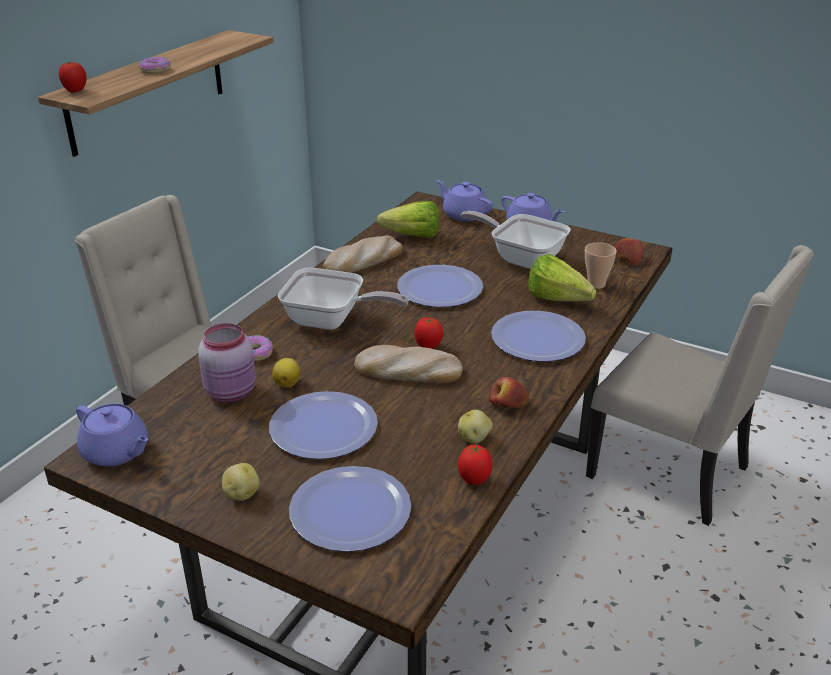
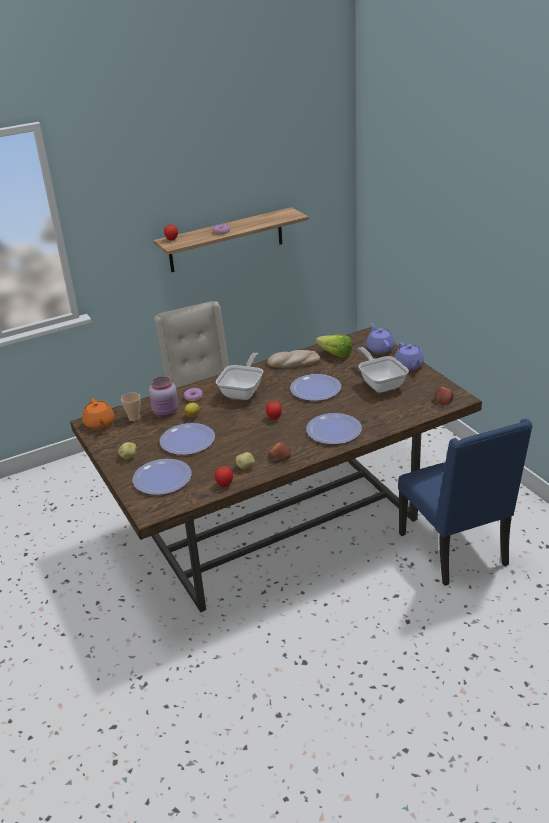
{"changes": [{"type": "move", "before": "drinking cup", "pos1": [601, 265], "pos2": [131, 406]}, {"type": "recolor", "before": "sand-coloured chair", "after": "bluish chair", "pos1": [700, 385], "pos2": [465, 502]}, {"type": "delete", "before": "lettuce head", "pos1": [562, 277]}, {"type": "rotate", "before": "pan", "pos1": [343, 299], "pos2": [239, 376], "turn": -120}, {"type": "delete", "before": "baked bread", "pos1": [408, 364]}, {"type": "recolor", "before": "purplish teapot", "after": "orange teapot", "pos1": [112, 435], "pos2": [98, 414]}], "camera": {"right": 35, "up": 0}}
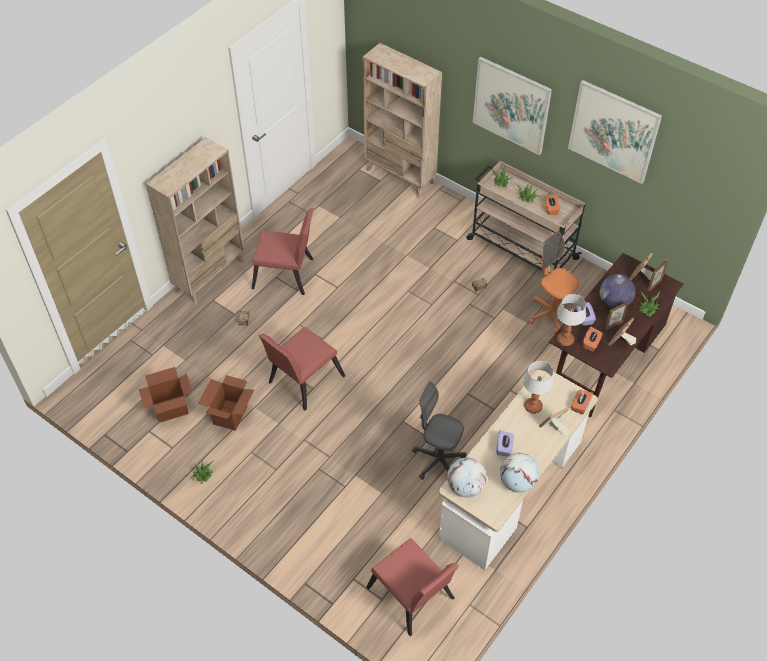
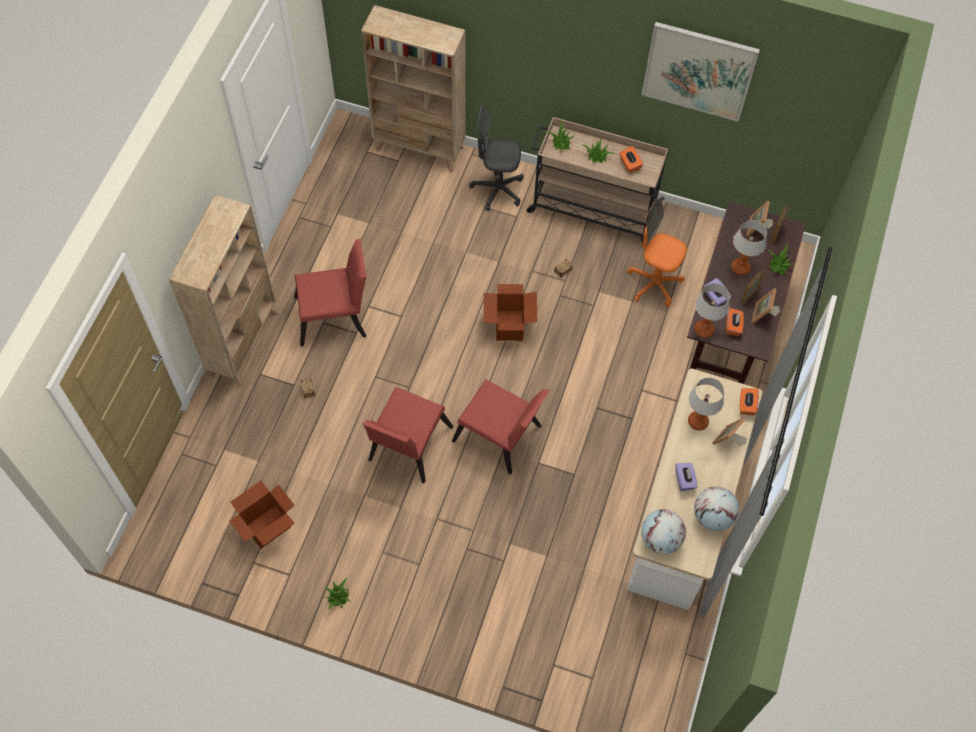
{"changes": [{"type": "delete", "before": "wall art", "pos1": [512, 106]}, {"type": "replace", "before": "desk globe", "after": "lamp for a table", "pos1": [617, 291], "pos2": [749, 247]}, {"type": "move", "before": "packing box", "pos1": [226, 403], "pos2": [510, 312]}, {"type": "move", "before": "grey computer chair", "pos1": [439, 431], "pos2": [496, 158]}, {"type": "move", "before": "red-coloured chair", "pos1": [412, 587], "pos2": [501, 426]}], "camera": {"right": -20, "up": 10}}
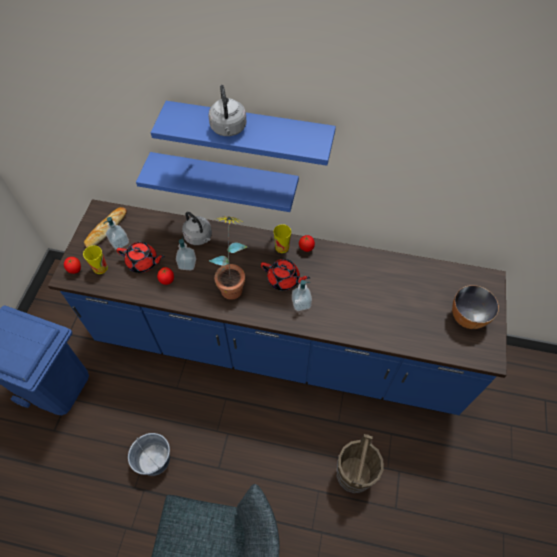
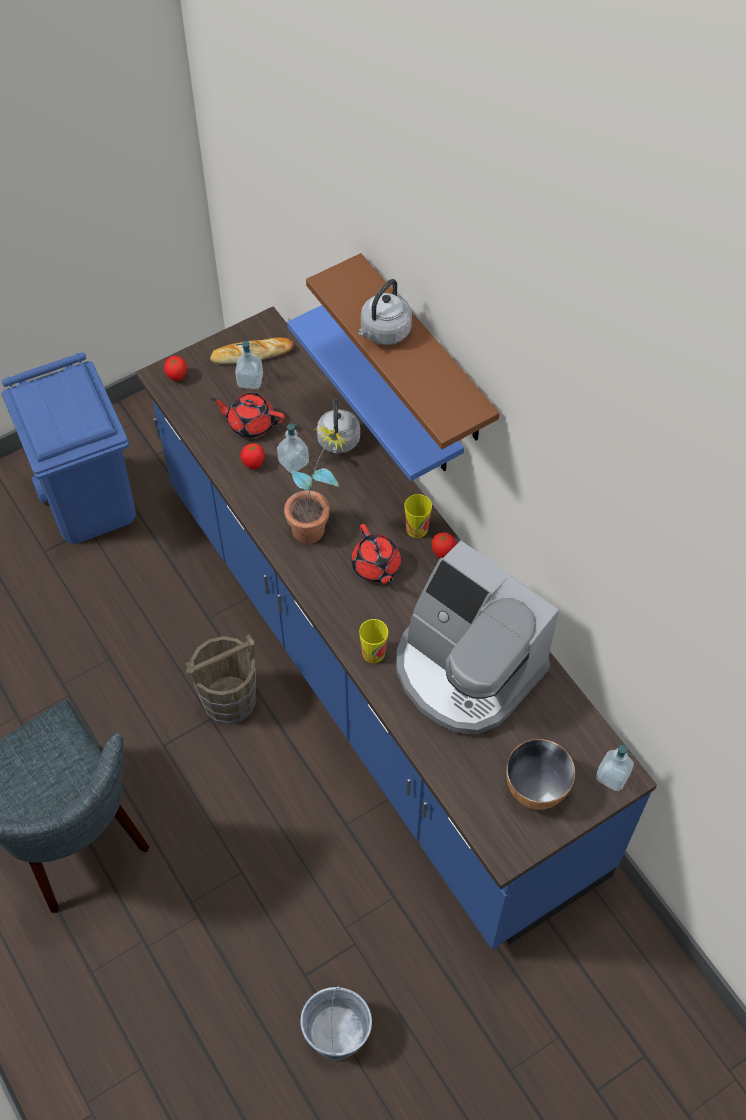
{"changes": [{"type": "recolor", "before": "bluish bracket shelf", "after": "brown-coloured bracket shelf", "pos1": [243, 133], "pos2": [402, 351]}, {"type": "rotate", "before": "red-coloured teapot", "pos1": [140, 257], "pos2": [248, 415], "turn": 135}, {"type": "move", "before": "drinking cup", "pos1": [95, 259], "pos2": [373, 641]}, {"type": "move", "before": "soap dispenser", "pos1": [302, 295], "pos2": [615, 768]}, {"type": "move", "before": "grey water bucket", "pos1": [149, 454], "pos2": [336, 1023]}, {"type": "move", "before": "brown-coloured water bucket", "pos1": [360, 463], "pos2": [221, 679]}, {"type": "insert", "after": "coffee machine", "pos2": [477, 638]}], "camera": {"right": 45, "up": 0}}
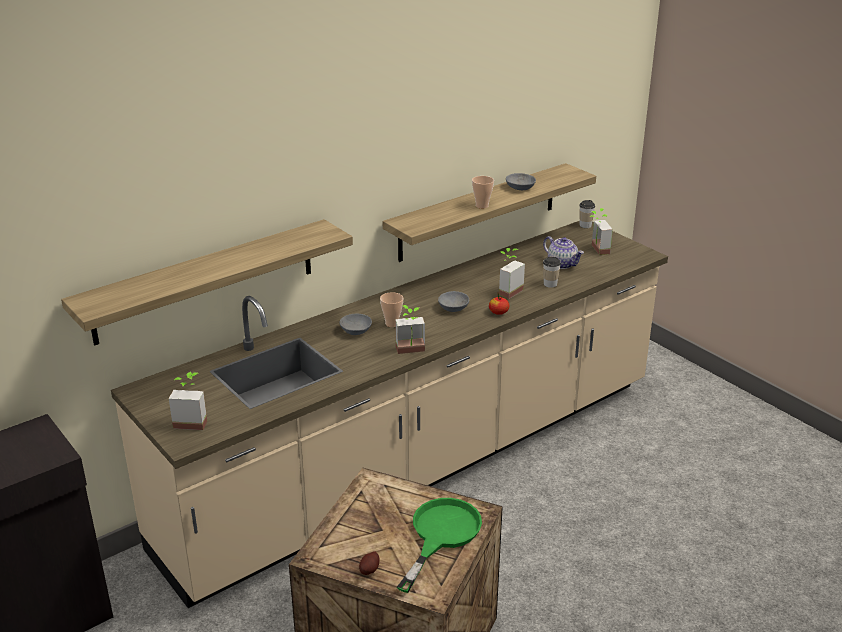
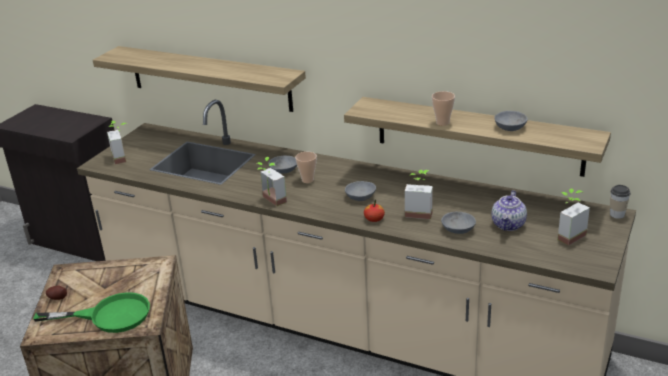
{"changes": [{"type": "replace", "before": "drinking cup", "after": "grey deep dish", "pos1": [552, 272], "pos2": [458, 223]}], "camera": {"right": 65, "up": 0}}
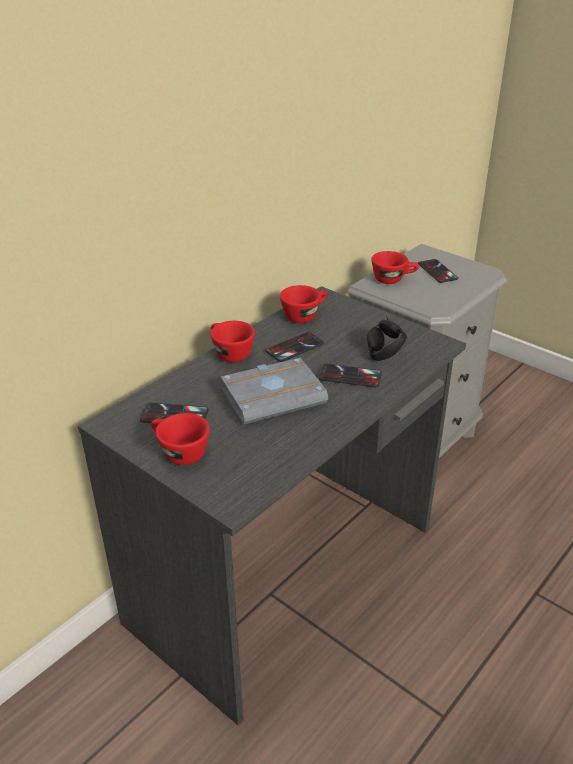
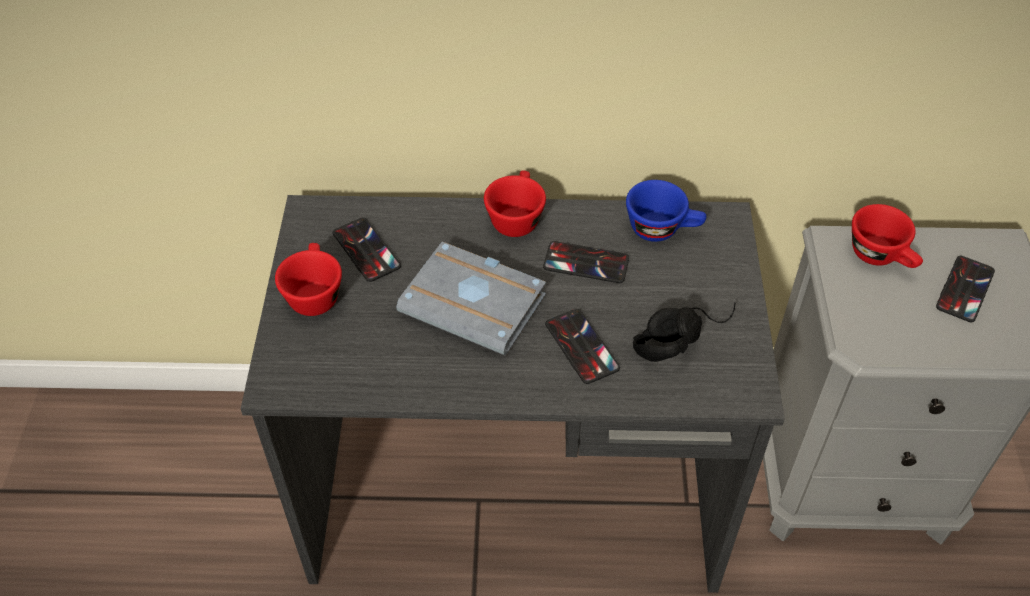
{"changes": [{"type": "recolor", "before": "red-coloured drinking cup", "after": "bluish drinking cup", "pos1": [303, 304], "pos2": [666, 211]}], "camera": {"right": 50, "up": 15}}
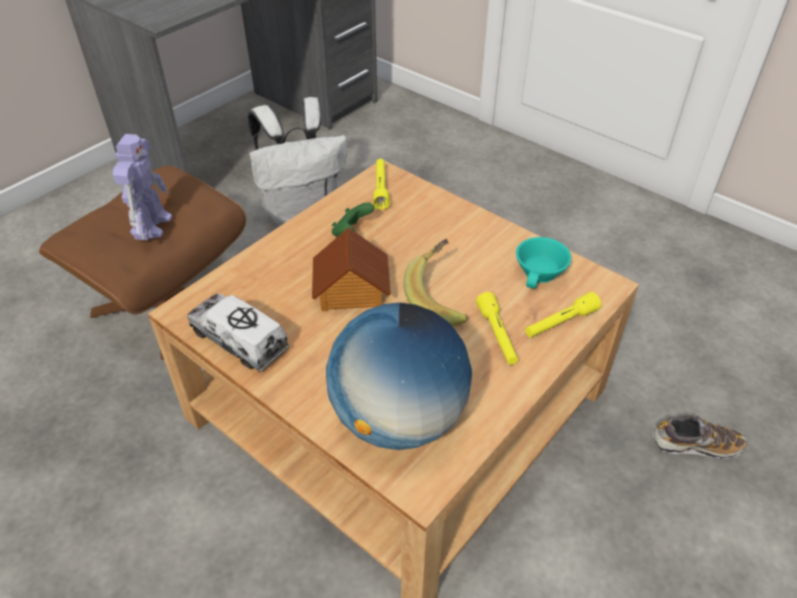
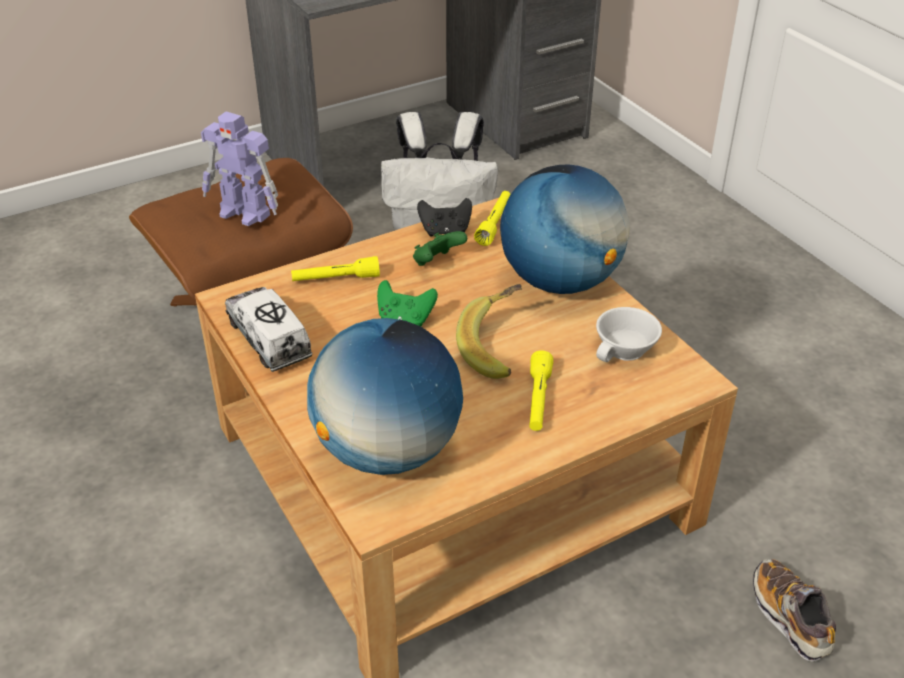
{"changes": [{"type": "rotate", "before": "robot figure", "pos1": [142, 187], "pos2": [239, 169], "turn": 90}, {"type": "replace", "before": "miniature house", "after": "green-coloured gamepad", "pos1": [351, 269], "pos2": [407, 303]}, {"type": "recolor", "before": "turquoise drinking cup", "after": "whitish drinking cup", "pos1": [543, 263], "pos2": [629, 334]}, {"type": "move", "before": "yellow hand torch", "pos1": [563, 314], "pos2": [335, 268]}, {"type": "rotate", "before": "item of footwear", "pos1": [700, 437], "pos2": [794, 610], "turn": -135}, {"type": "insert", "after": "desk globe", "pos2": [565, 229]}, {"type": "insert", "after": "black-coloured gamepad", "pos2": [444, 217]}], "camera": {"right": 20, "up": -5}}
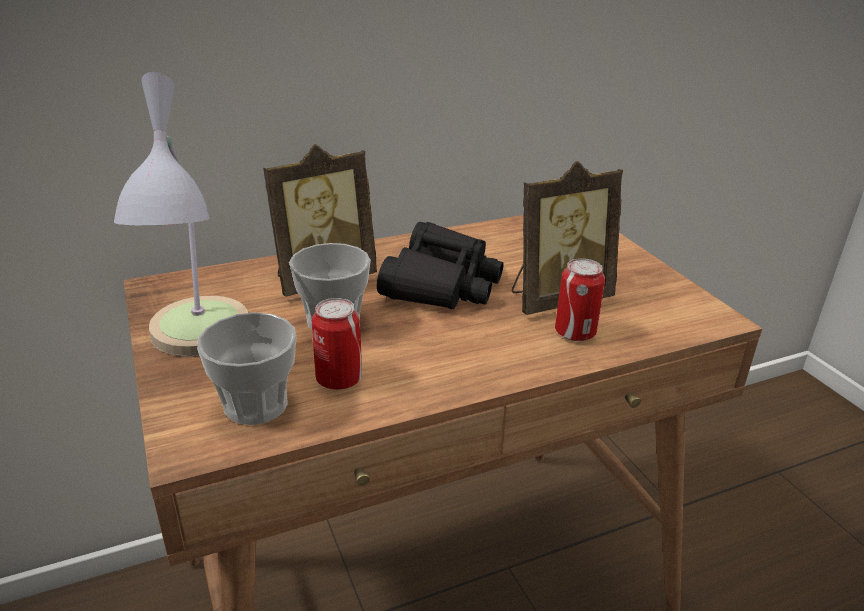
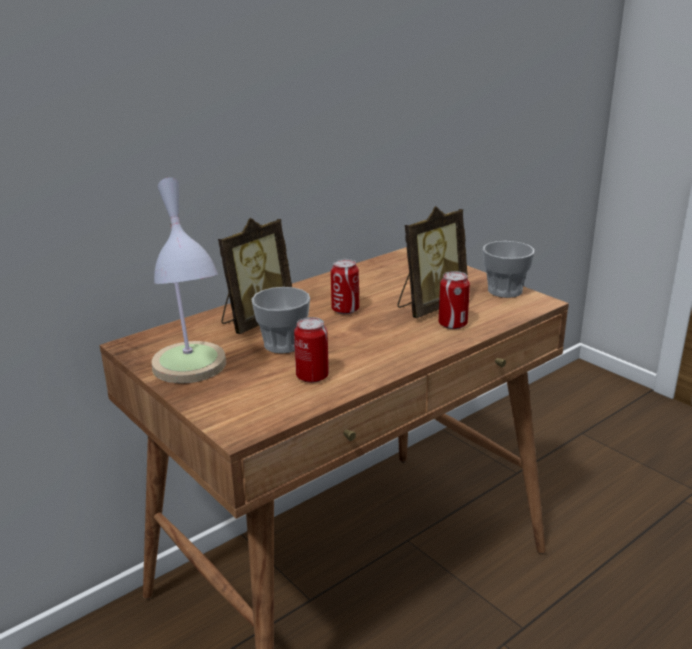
{"changes": [{"type": "replace", "before": "black-coloured binoculars", "after": "can", "pos1": [440, 265], "pos2": [345, 286]}, {"type": "move", "before": "drinking cup", "pos1": [246, 368], "pos2": [509, 269]}], "camera": {"right": -15, "up": -5}}
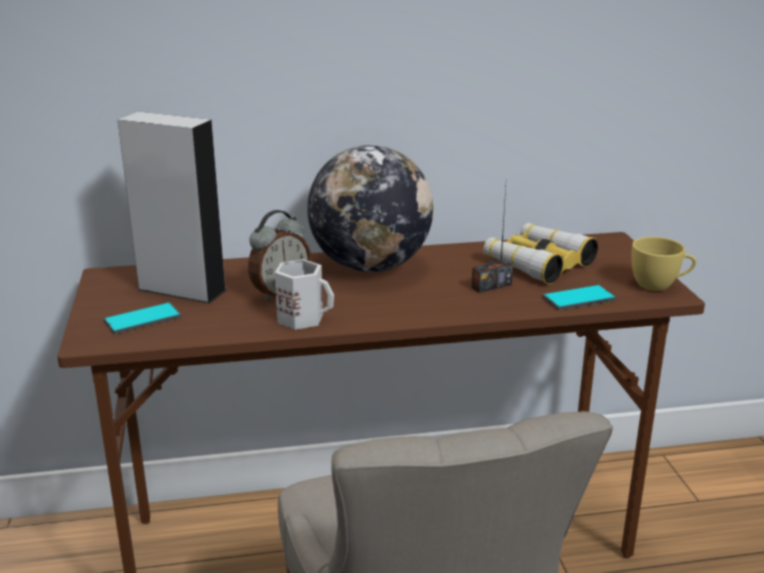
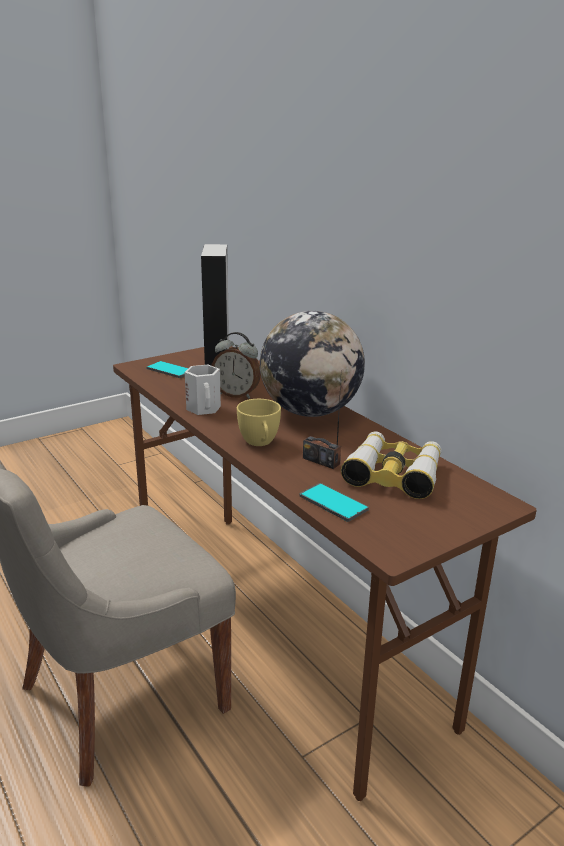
{"changes": [{"type": "move", "before": "yellow drinking cup", "pos1": [663, 264], "pos2": [259, 422]}], "camera": {"right": 65, "up": 0}}
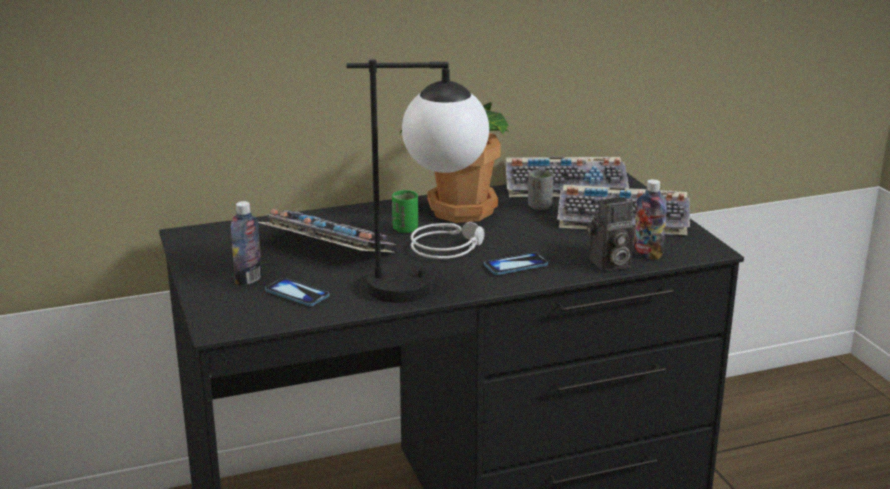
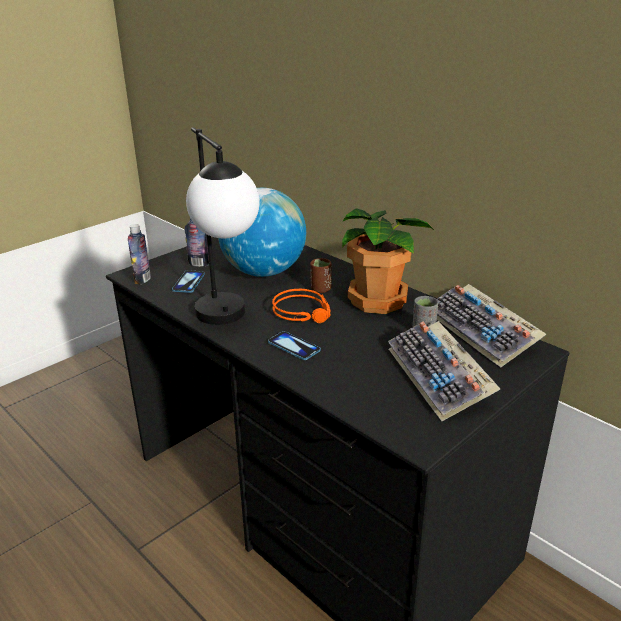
{"changes": [{"type": "move", "before": "bottle", "pos1": [650, 219], "pos2": [139, 254]}, {"type": "recolor", "before": "green-coloured drinking cup", "after": "brown-coloured drinking cup", "pos1": [405, 211], "pos2": [321, 275]}, {"type": "delete", "before": "photo camera", "pos1": [611, 234]}, {"type": "replace", "before": "PC keyboard", "after": "desk globe", "pos1": [327, 231], "pos2": [262, 232]}, {"type": "recolor", "before": "grey pair of headphones", "after": "orange pair of headphones", "pos1": [447, 240], "pos2": [301, 306]}], "camera": {"right": 65, "up": 5}}
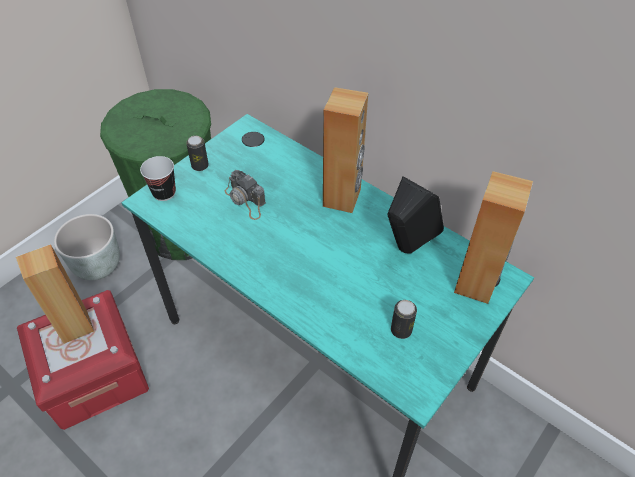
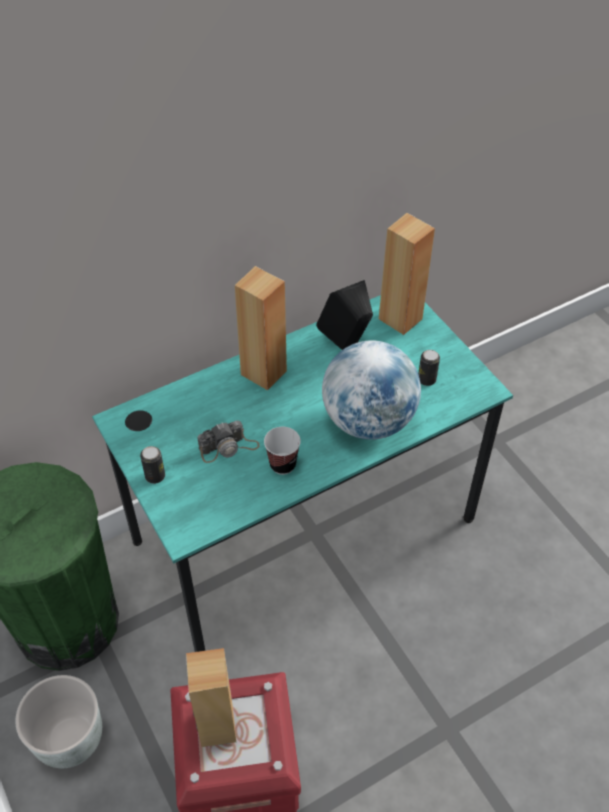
{"changes": [{"type": "move", "before": "drinking cup", "pos1": [158, 178], "pos2": [282, 451]}, {"type": "insert", "after": "desk globe", "pos2": [371, 390]}], "camera": {"right": -70, "up": 0}}
